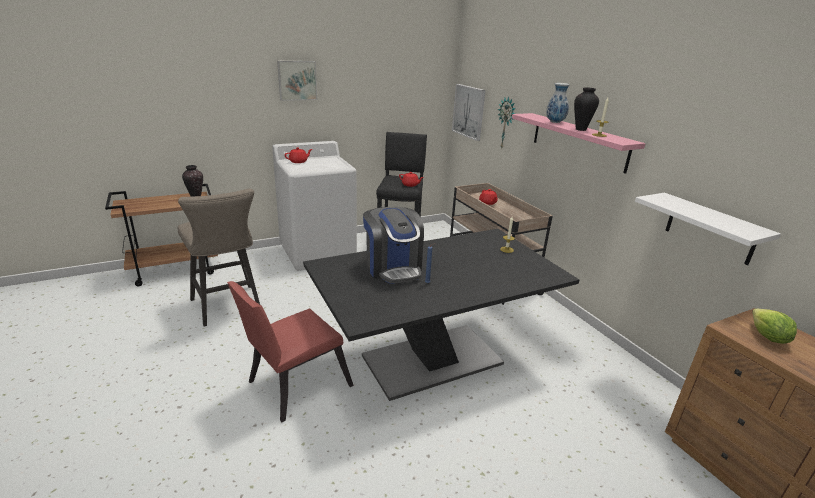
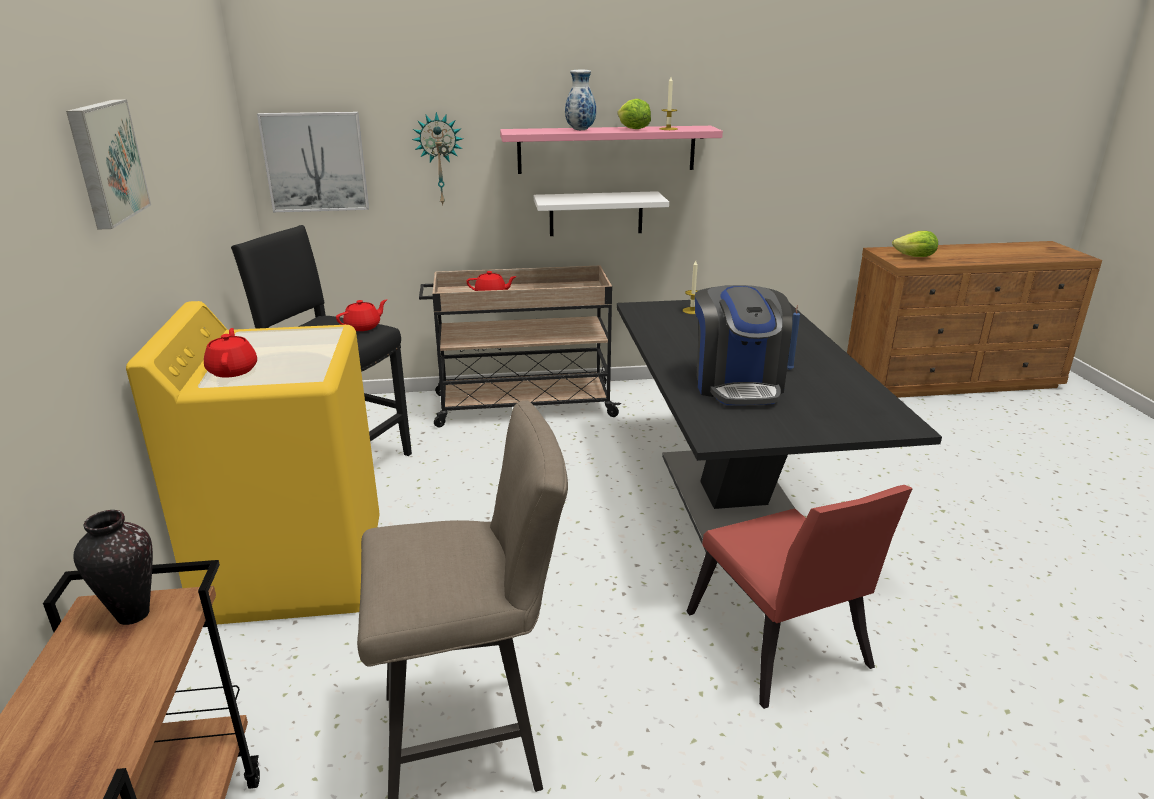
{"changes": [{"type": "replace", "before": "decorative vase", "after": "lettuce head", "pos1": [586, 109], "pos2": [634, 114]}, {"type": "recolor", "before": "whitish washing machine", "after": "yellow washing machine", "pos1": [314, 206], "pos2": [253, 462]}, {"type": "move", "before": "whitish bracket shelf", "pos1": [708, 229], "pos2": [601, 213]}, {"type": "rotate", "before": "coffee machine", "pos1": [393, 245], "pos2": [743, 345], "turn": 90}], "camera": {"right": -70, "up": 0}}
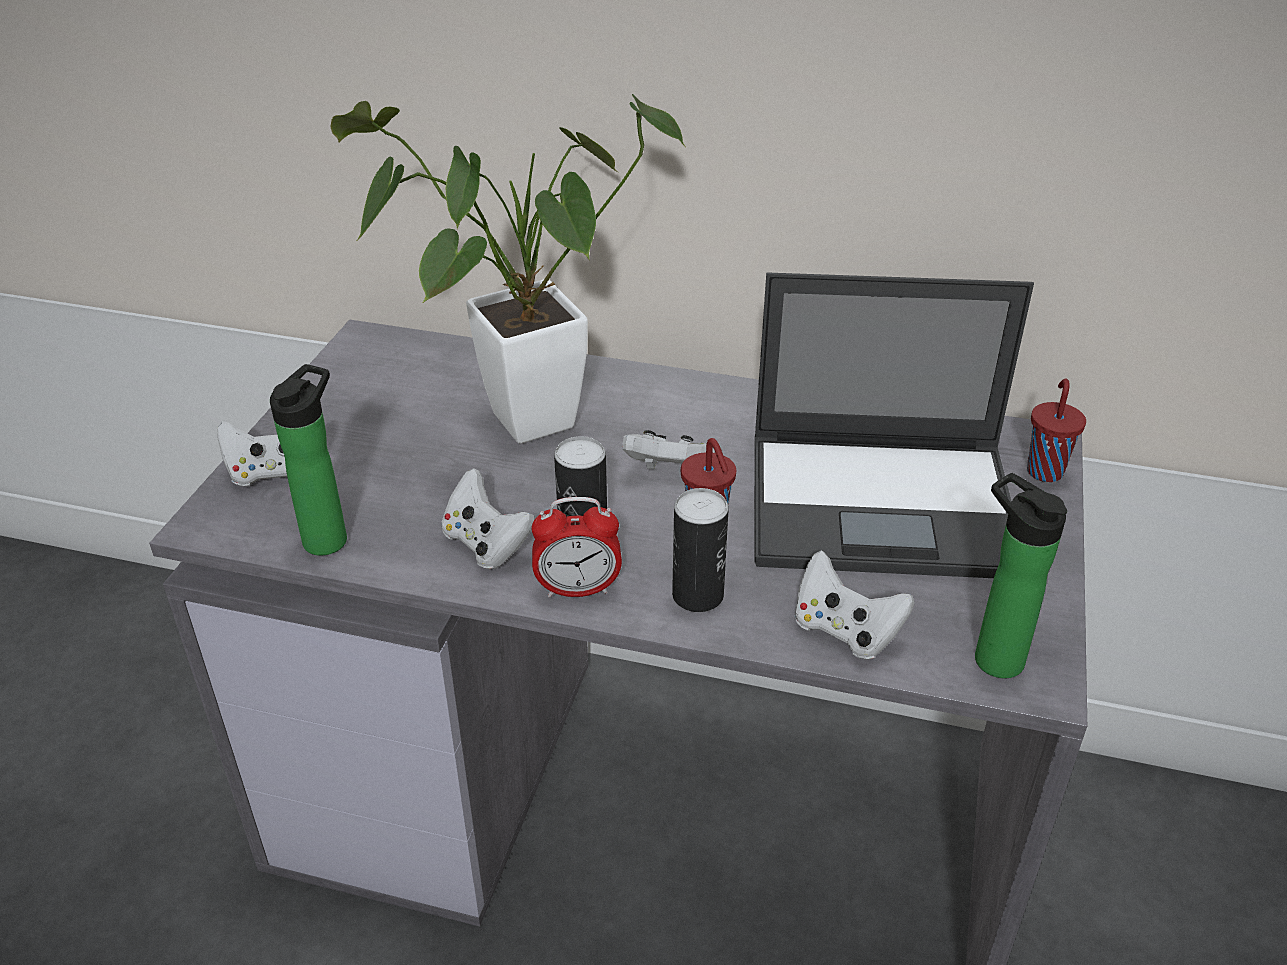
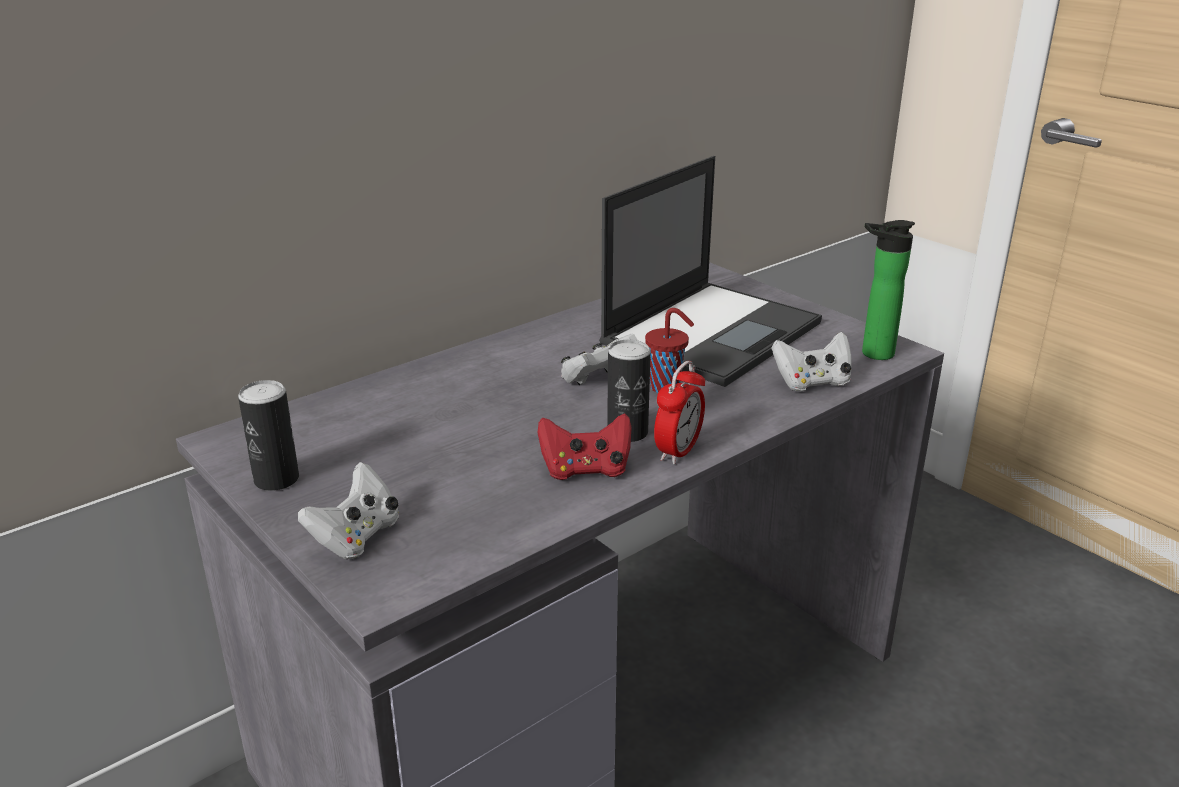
{"changes": [{"type": "delete", "before": "plant in a pot", "pos1": [508, 269]}, {"type": "delete", "before": "bottle", "pos1": [308, 460]}, {"type": "delete", "before": "red-coloured drinking cup", "pos1": [1056, 430]}, {"type": "recolor", "before": "whitish gamepad", "after": "red-coloured gamepad", "pos1": [488, 518], "pos2": [584, 447]}, {"type": "move", "before": "can", "pos1": [700, 550], "pos2": [268, 435]}], "camera": {"right": -55, "up": -10}}
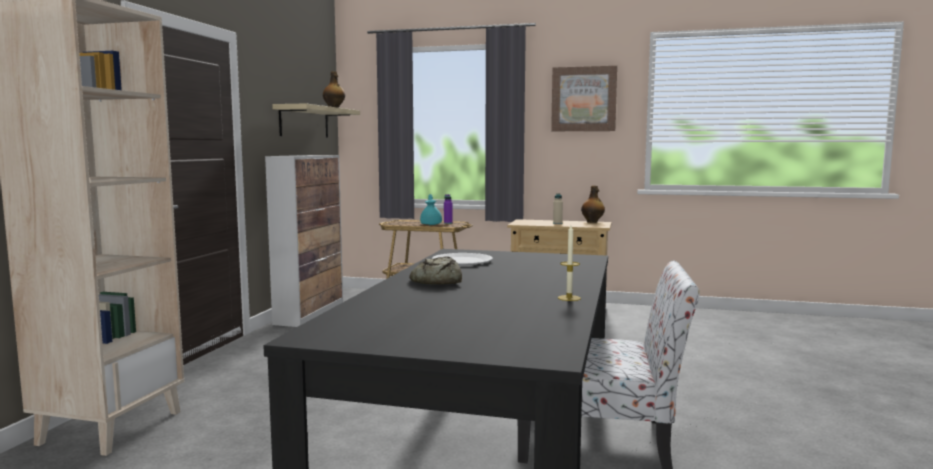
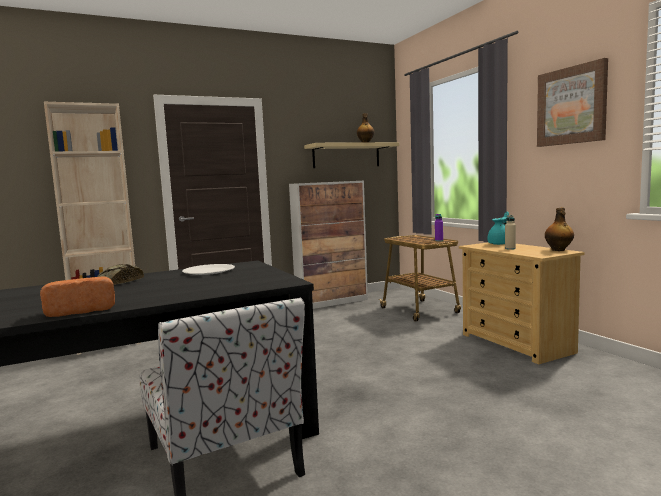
{"changes": [{"type": "move", "before": "turquoise teapot", "pos1": [431, 209], "pos2": [498, 228]}, {"type": "replace", "before": "wax light", "after": "baked bread", "pos1": [569, 263], "pos2": [77, 296]}], "camera": {"right": 50, "up": 0}}
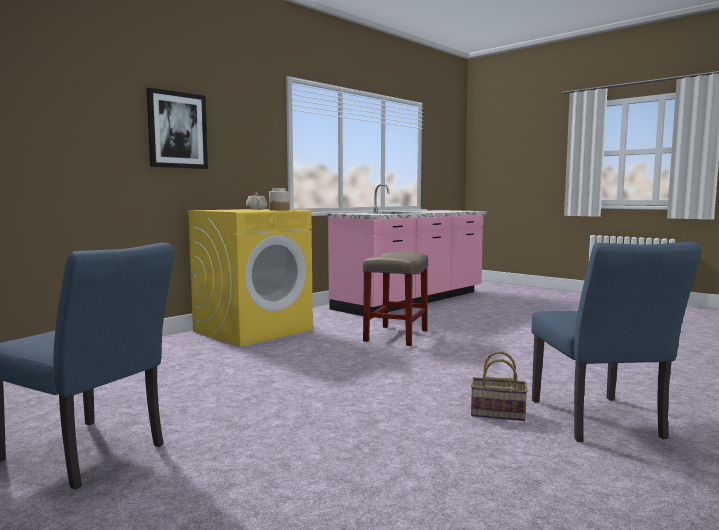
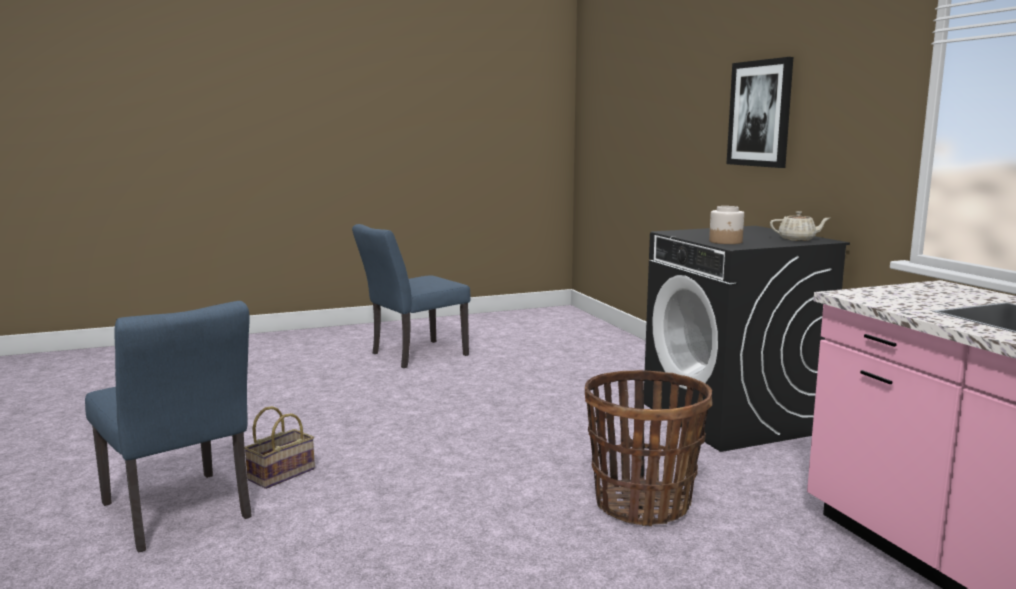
{"changes": [{"type": "recolor", "before": "yellow washing machine", "after": "black-coloured washing machine", "pos1": [250, 278], "pos2": [747, 339]}, {"type": "rotate", "before": "bluish chair", "pos1": [616, 342], "pos2": [168, 426], "turn": -150}, {"type": "replace", "before": "sand-coloured sitting stool", "after": "storage basket", "pos1": [396, 298], "pos2": [649, 448]}], "camera": {"right": 115, "up": 5}}
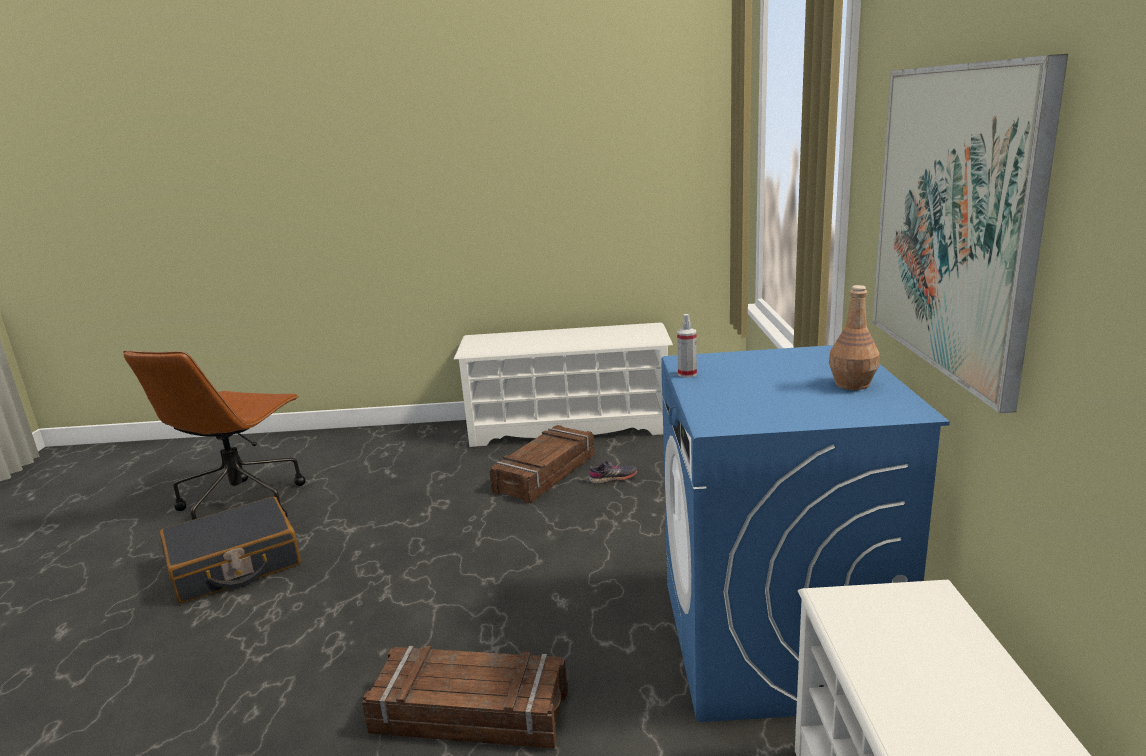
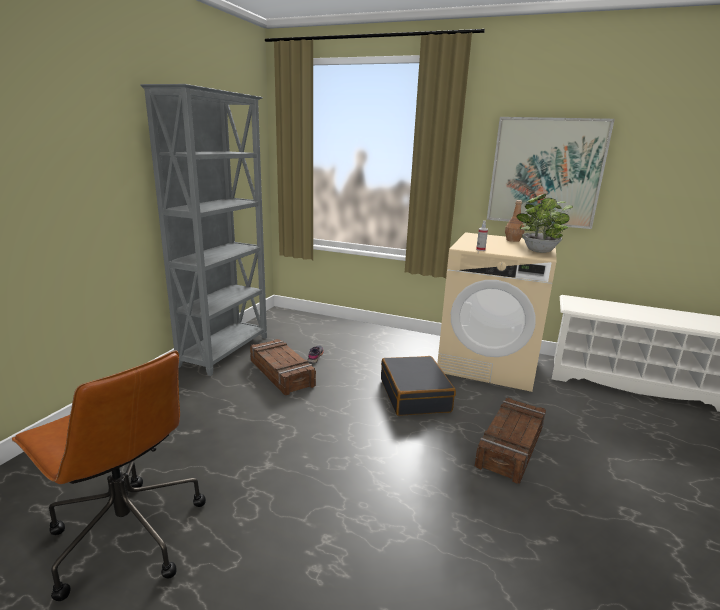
{"changes": [{"type": "replace", "before": "whitish shoe rack", "after": "grey shelving unit", "pos1": [563, 384], "pos2": [203, 230]}, {"type": "recolor", "before": "bluish washing machine", "after": "sand-coloured washing machine", "pos1": [805, 533], "pos2": [497, 312]}, {"type": "move", "before": "black-coloured travel case", "pos1": [230, 550], "pos2": [418, 386]}, {"type": "insert", "after": "plant in a pot", "pos2": [544, 223]}], "camera": {"right": -70, "up": 0}}
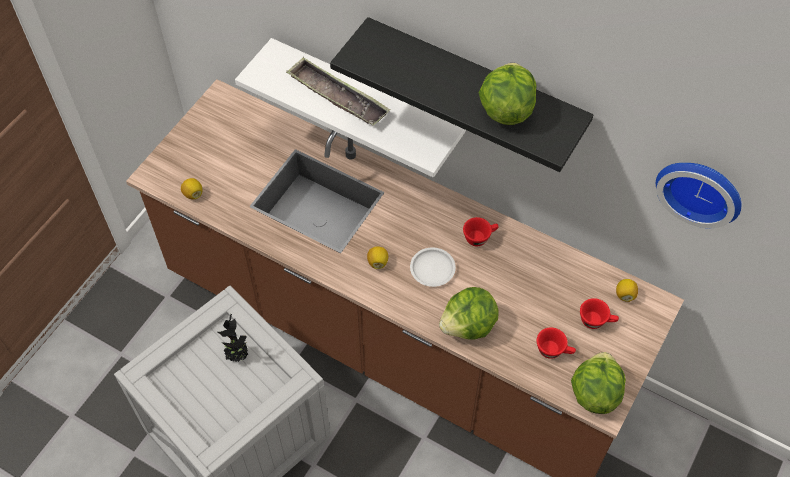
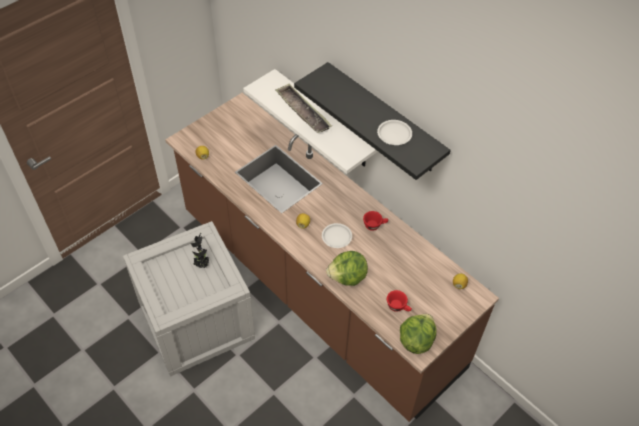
{"changes": [{"type": "replace", "before": "lettuce head", "after": "whitish dinner plate", "pos1": [507, 94], "pos2": [394, 132]}, {"type": "delete", "before": "hanging clock", "pos1": [698, 195]}, {"type": "delete", "before": "red-coloured drinking cup", "pos1": [599, 313]}], "camera": {"right": 15, "up": -5}}
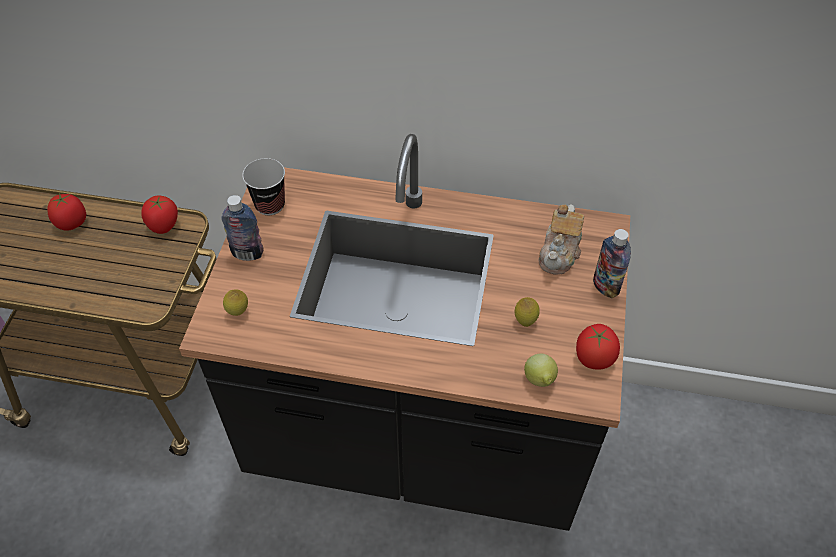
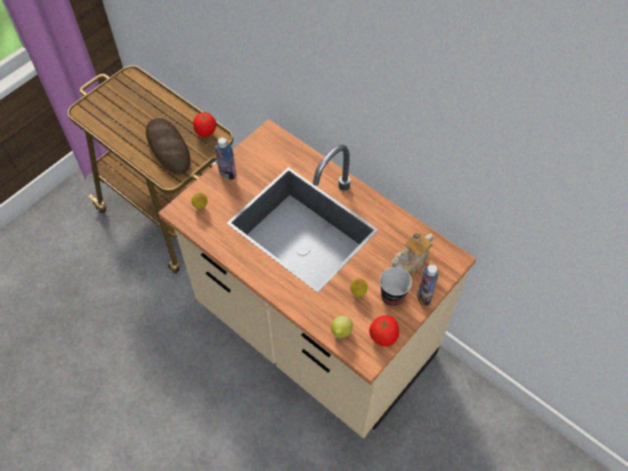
{"changes": [{"type": "recolor", "before": "black-coloured kitchen base unit", "after": "sand-coloured kitchen base unit", "pos1": [404, 332], "pos2": [317, 278]}, {"type": "move", "before": "drinking cup", "pos1": [263, 186], "pos2": [396, 287]}, {"type": "delete", "before": "tomato", "pos1": [66, 212]}, {"type": "insert", "after": "baked bread", "pos2": [168, 146]}], "camera": {"right": 30, "up": 5}}
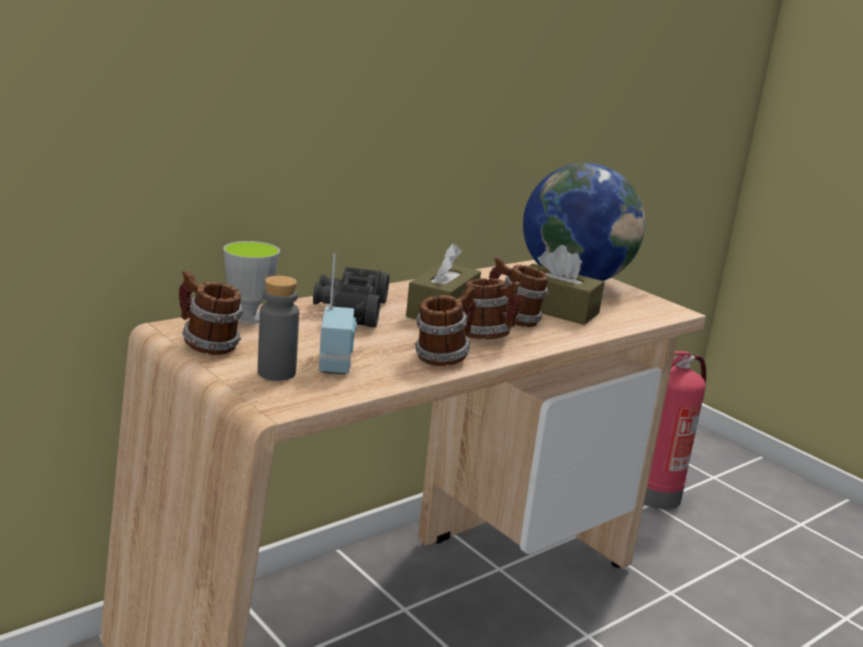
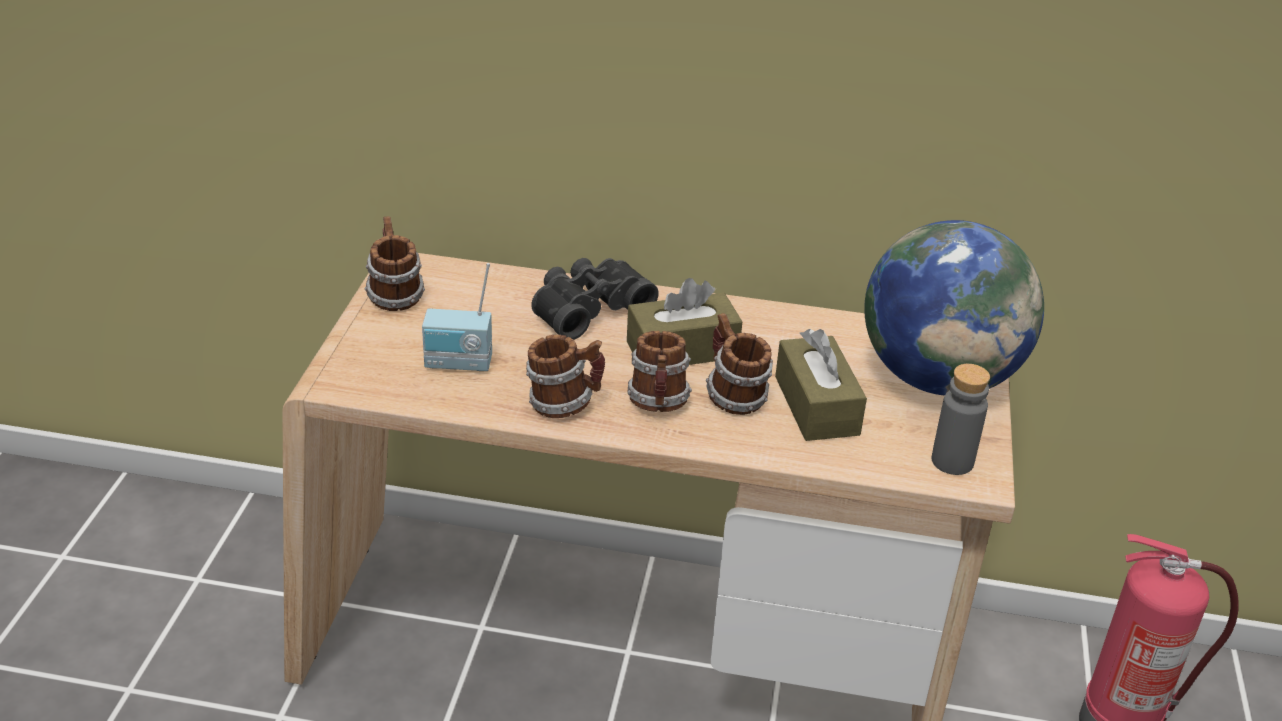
{"changes": [{"type": "delete", "before": "drinking cup", "pos1": [251, 282]}, {"type": "rotate", "before": "radio receiver", "pos1": [338, 314], "pos2": [457, 317], "turn": 45}, {"type": "move", "before": "grey bottle", "pos1": [278, 328], "pos2": [961, 419]}], "camera": {"right": 50, "up": 15}}
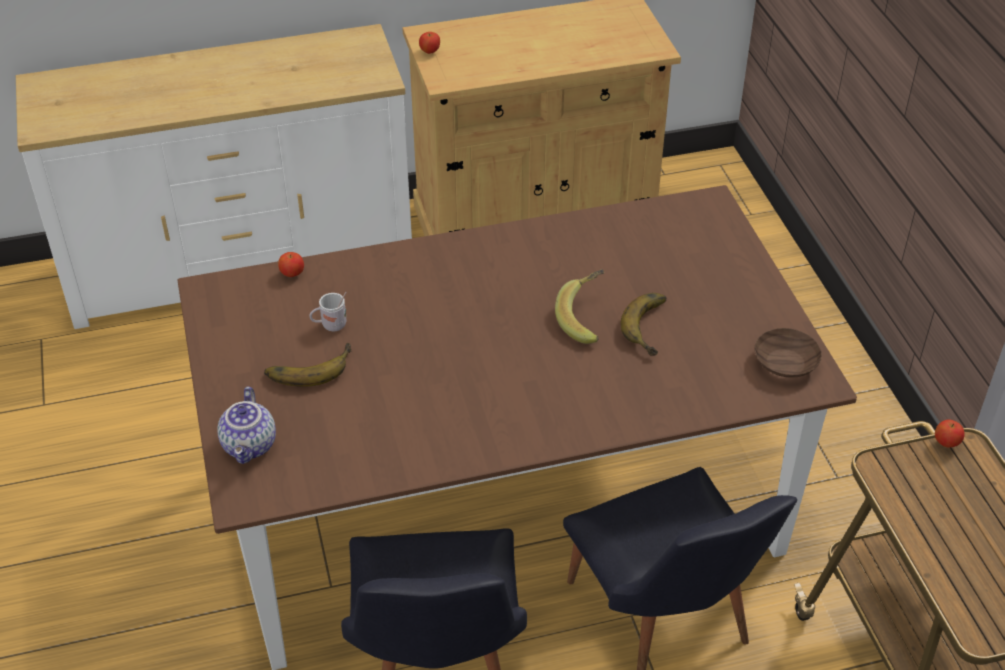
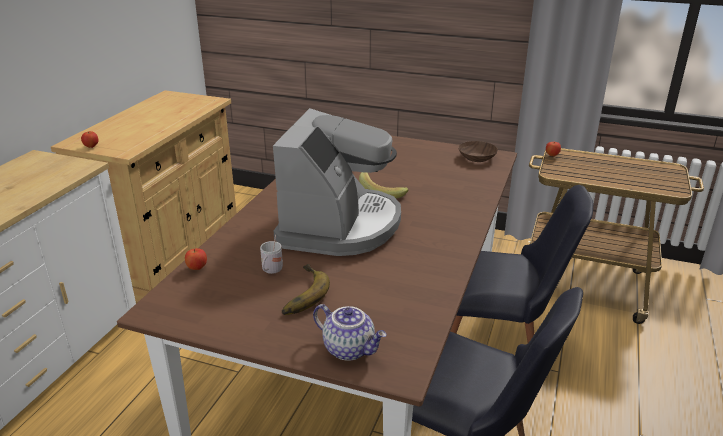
{"changes": [{"type": "delete", "before": "whole banana", "pos1": [643, 324]}, {"type": "insert", "after": "coffee machine", "pos2": [337, 182]}], "camera": {"right": -55, "up": -15}}
